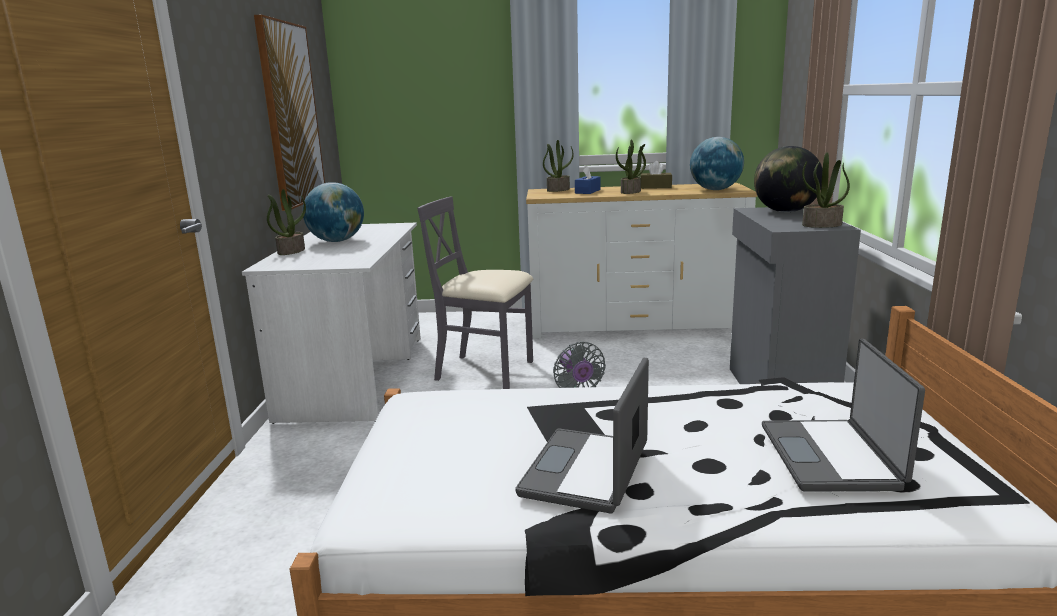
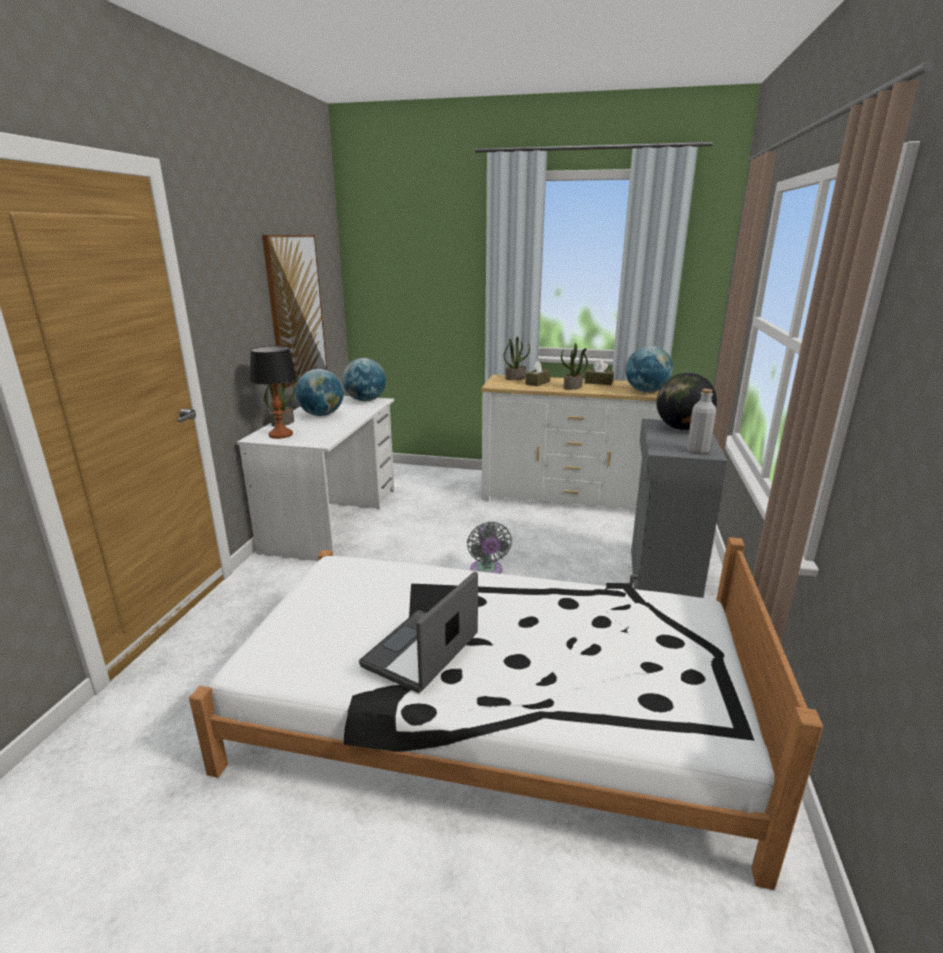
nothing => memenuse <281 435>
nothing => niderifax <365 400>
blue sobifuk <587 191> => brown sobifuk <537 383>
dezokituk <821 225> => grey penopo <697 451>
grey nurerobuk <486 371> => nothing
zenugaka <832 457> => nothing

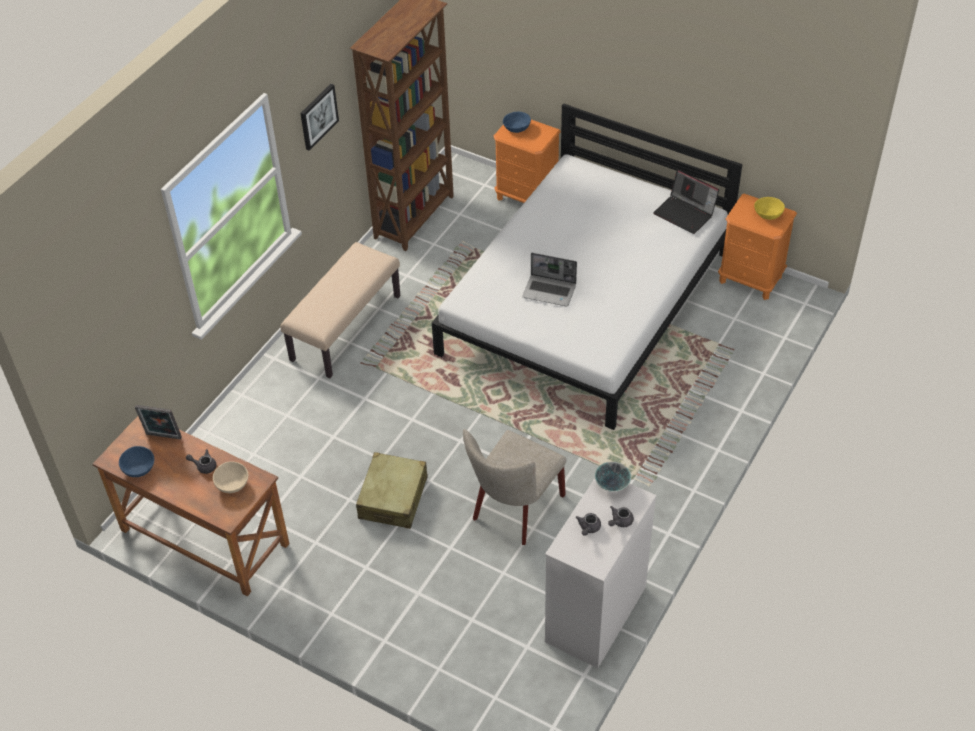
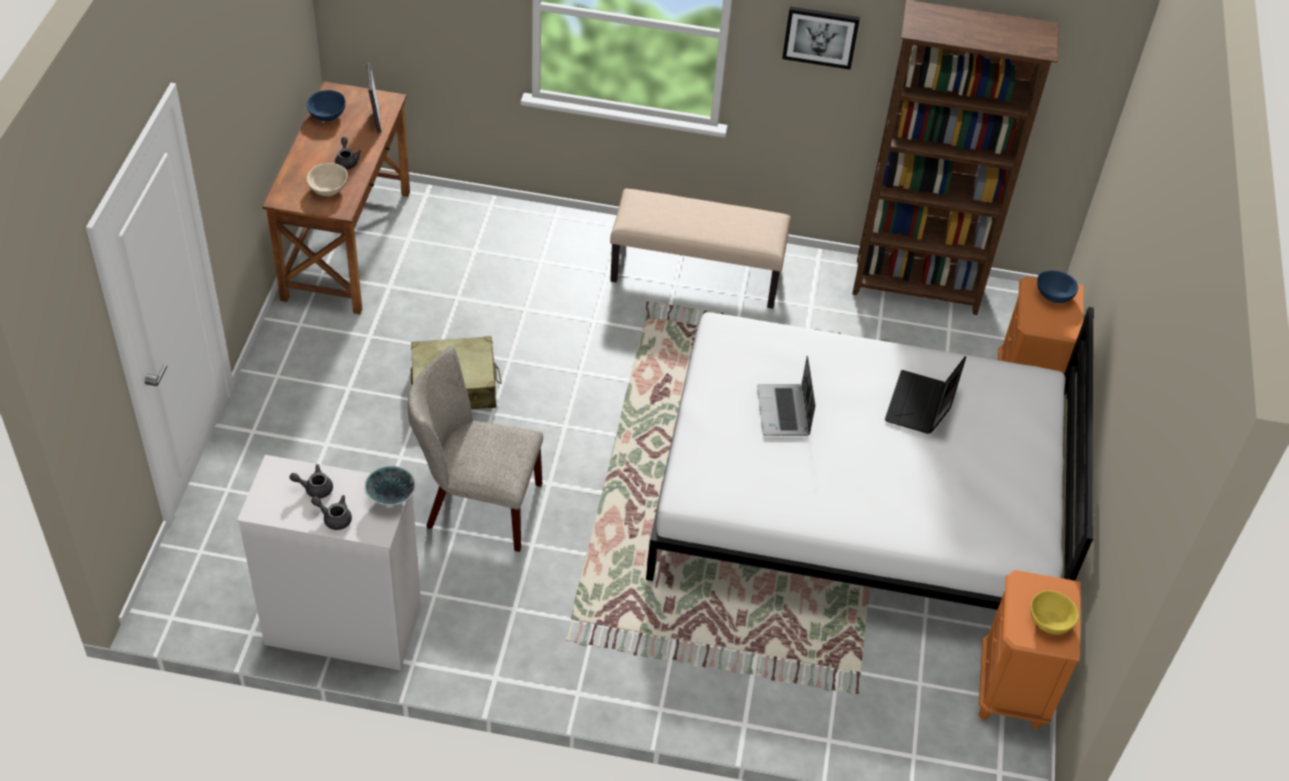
zenugaka <685 213> => zenugaka <921 406>, move

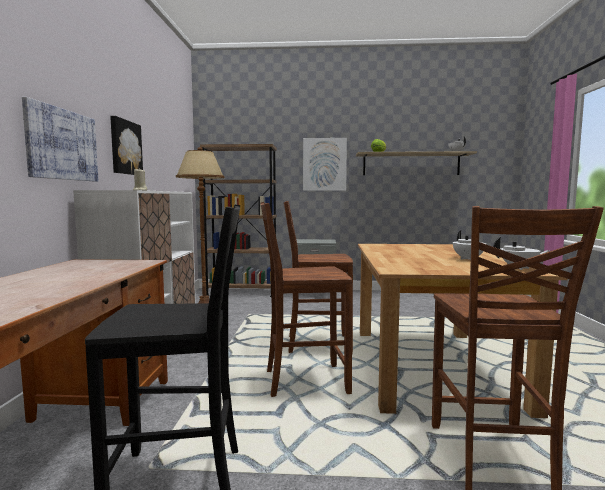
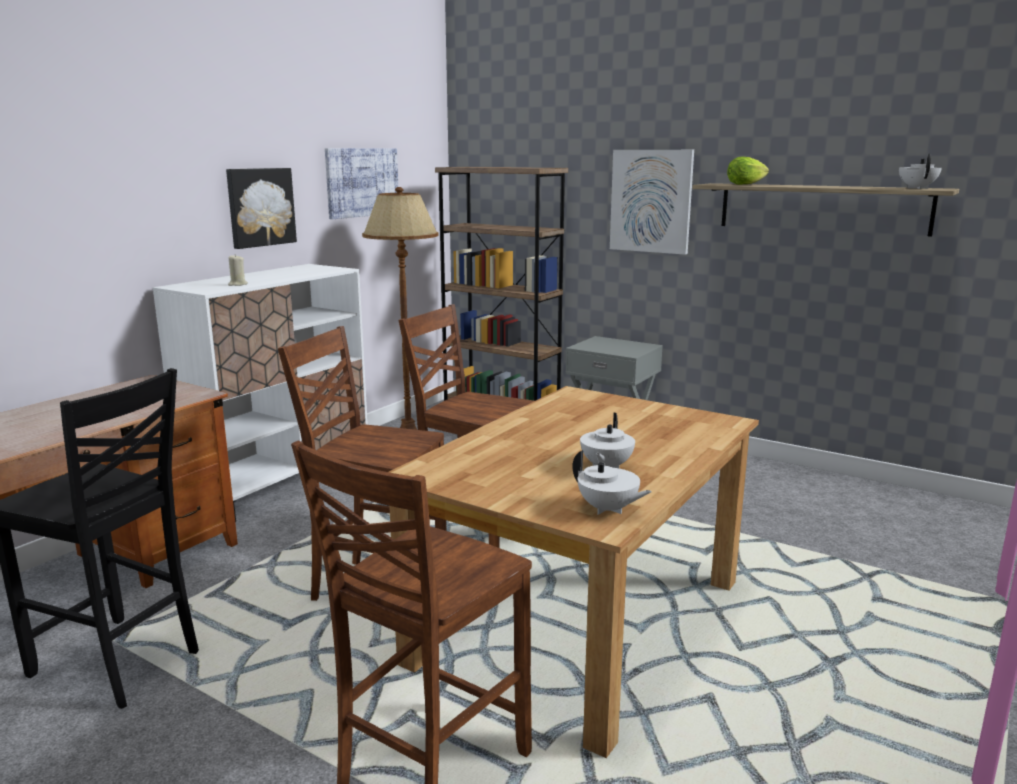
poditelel <62 144> => poditelel <362 182>, move

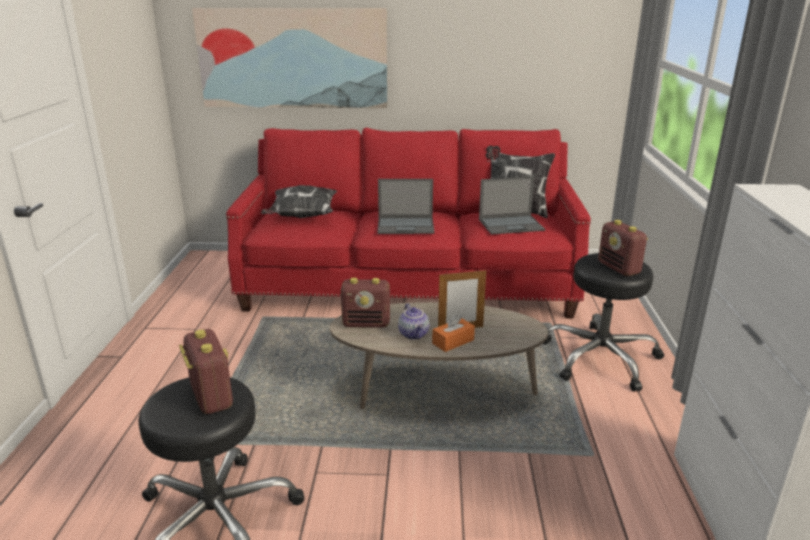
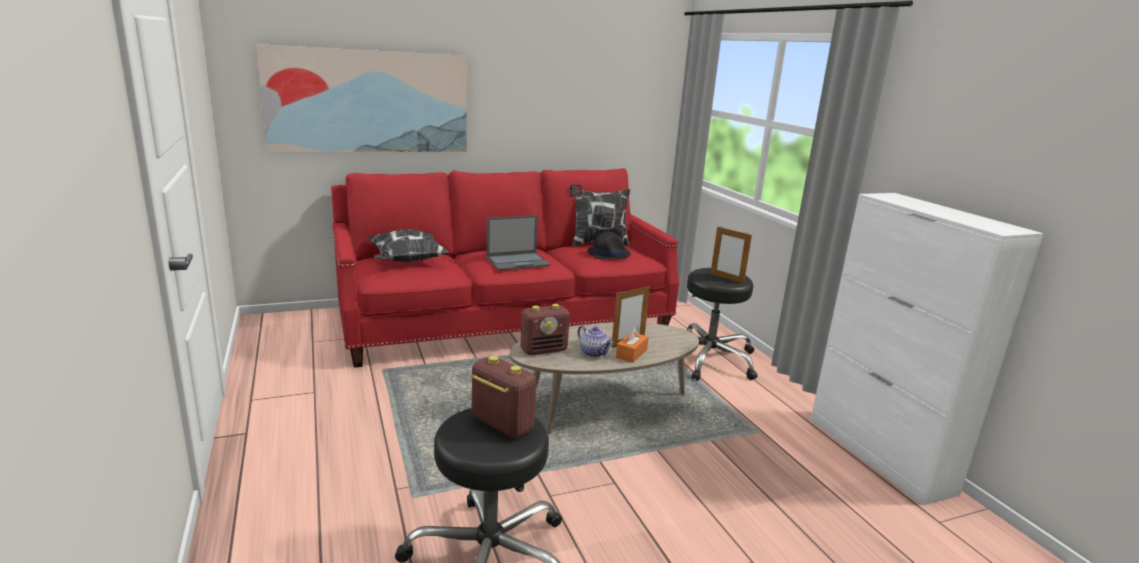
zenugaka <511 225> => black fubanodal <608 253>
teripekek <619 268> => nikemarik <727 278>

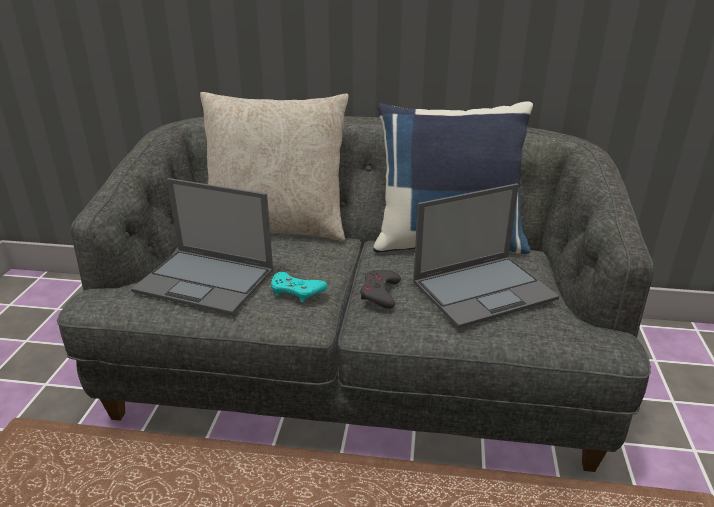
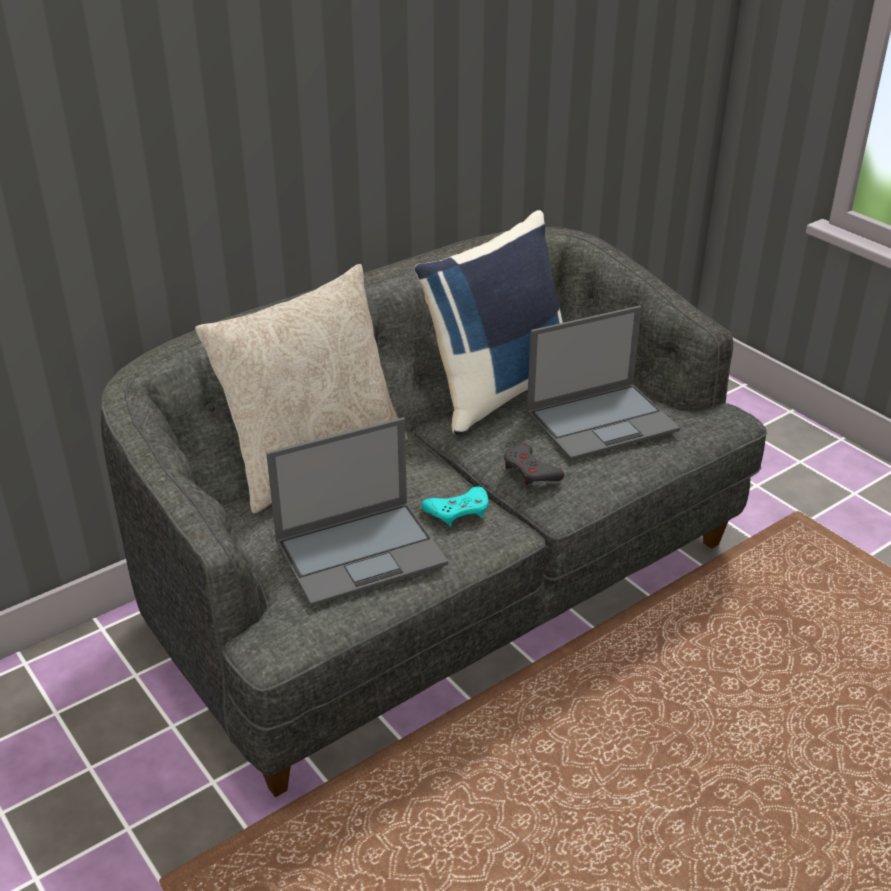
zenugaka <485 290> => zenugaka <603 421>, 45 degrees clockwise

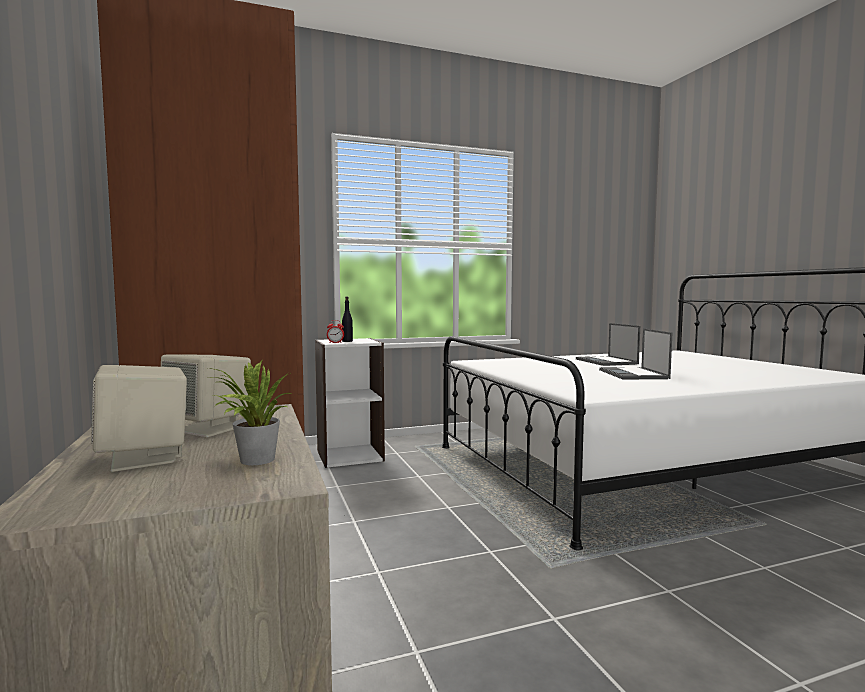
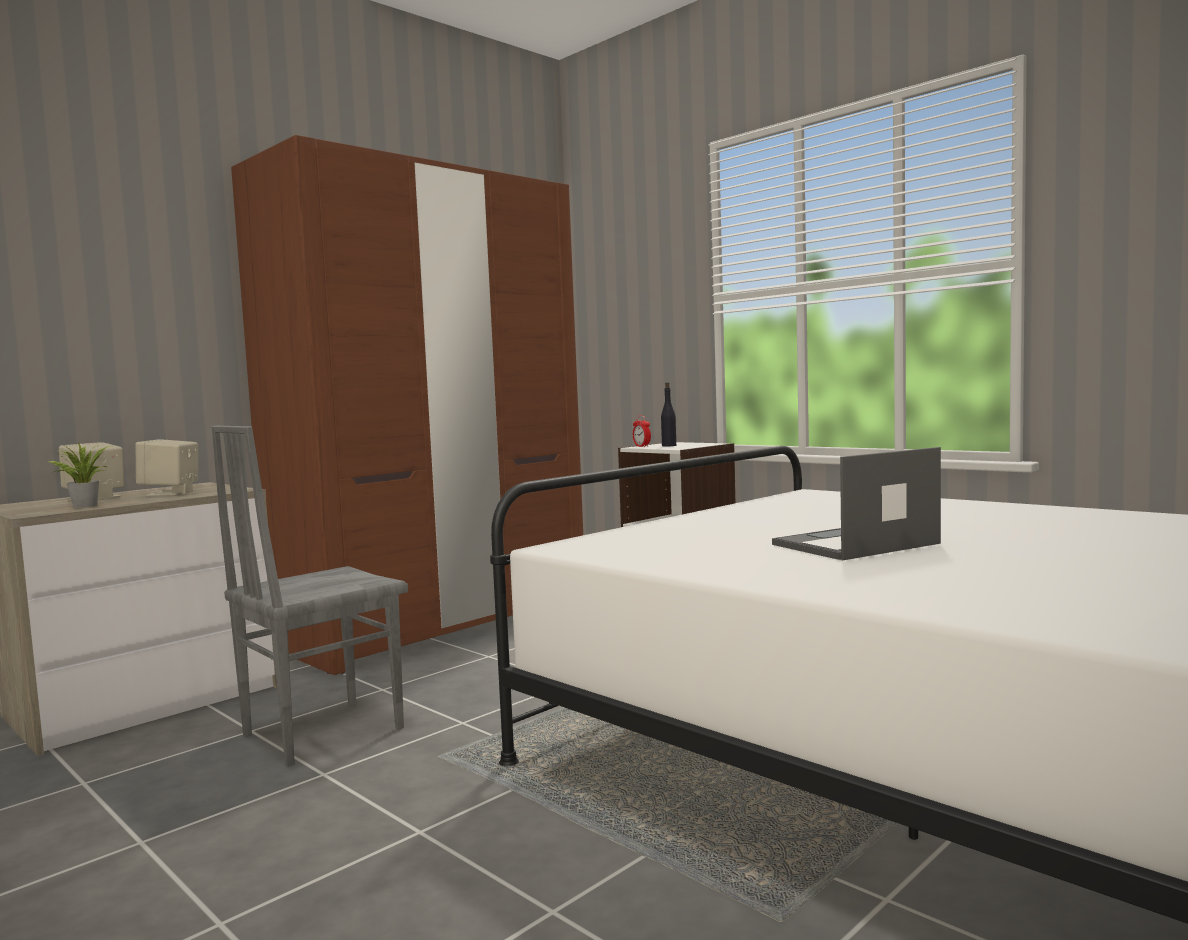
nothing => grey nurerobuk <321 731>
zenugaka <607 362> => nothing

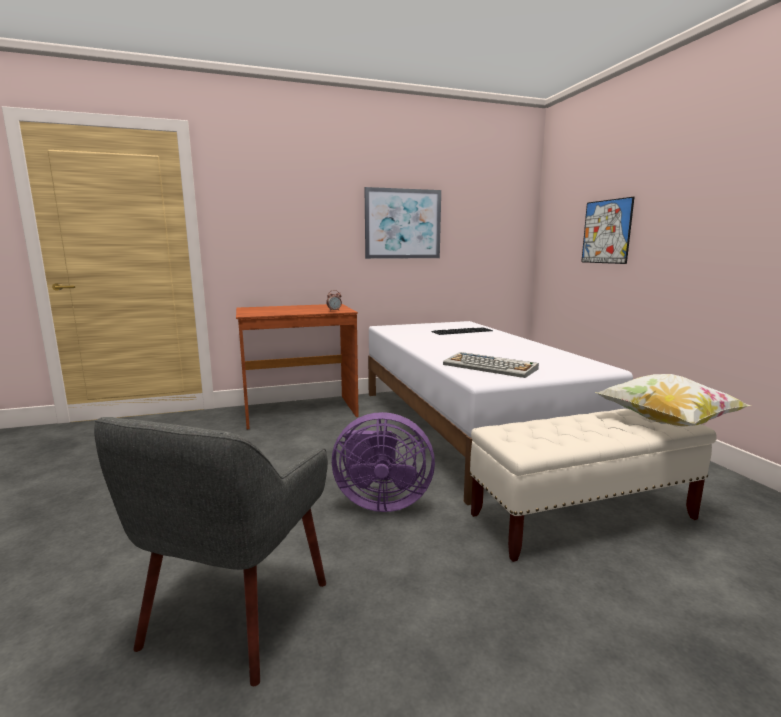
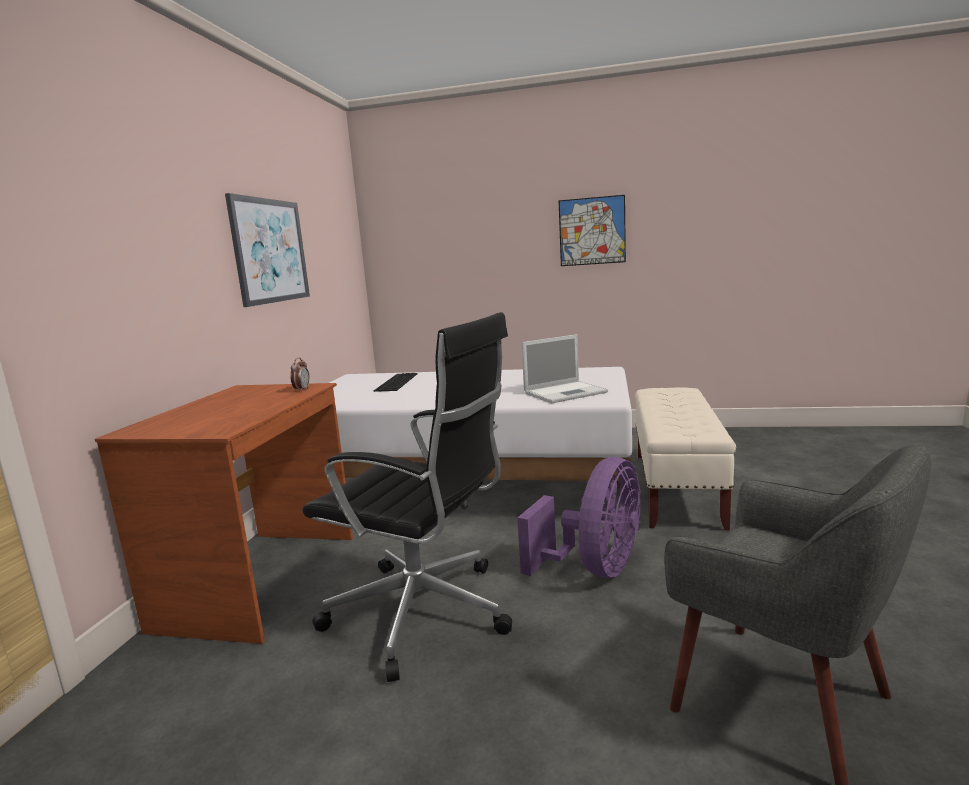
nothing => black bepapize <425 614>
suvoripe <490 367> => zenugaka <566 392>
poditelel <606 231> => poditelel <592 231>, move
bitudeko <665 422> => nothing

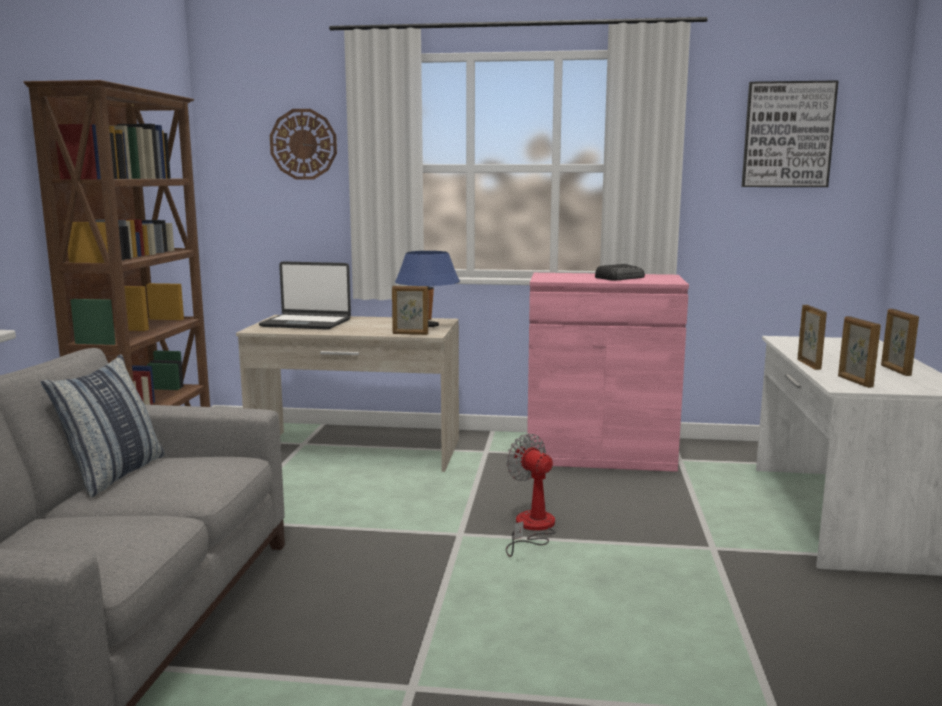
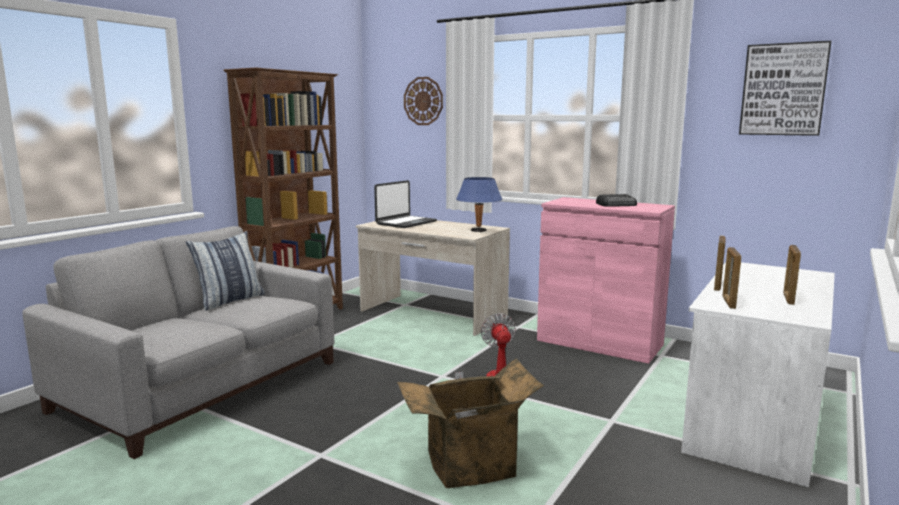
zenugaka <306 323> => zenugaka <405 223>, 90 degrees counterclockwise
nothing => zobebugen <470 466>
nikemarik <410 334> => nothing

